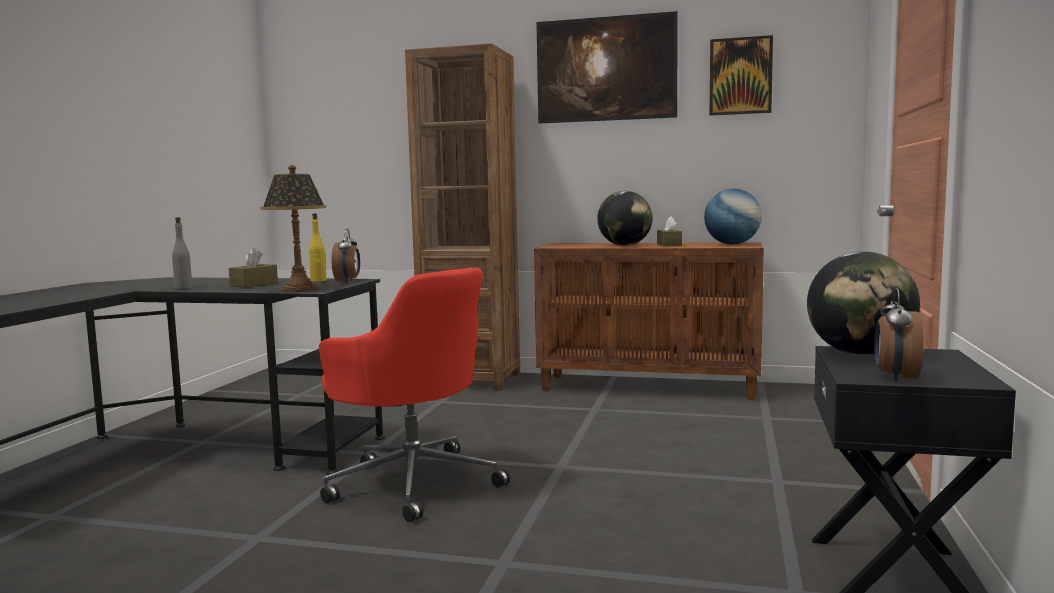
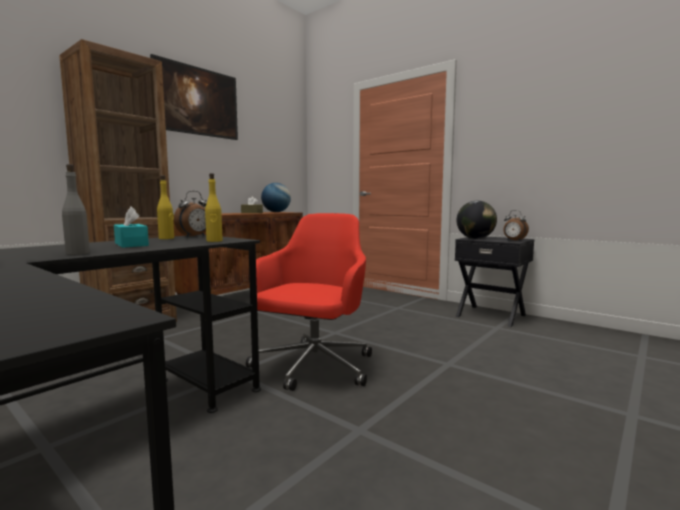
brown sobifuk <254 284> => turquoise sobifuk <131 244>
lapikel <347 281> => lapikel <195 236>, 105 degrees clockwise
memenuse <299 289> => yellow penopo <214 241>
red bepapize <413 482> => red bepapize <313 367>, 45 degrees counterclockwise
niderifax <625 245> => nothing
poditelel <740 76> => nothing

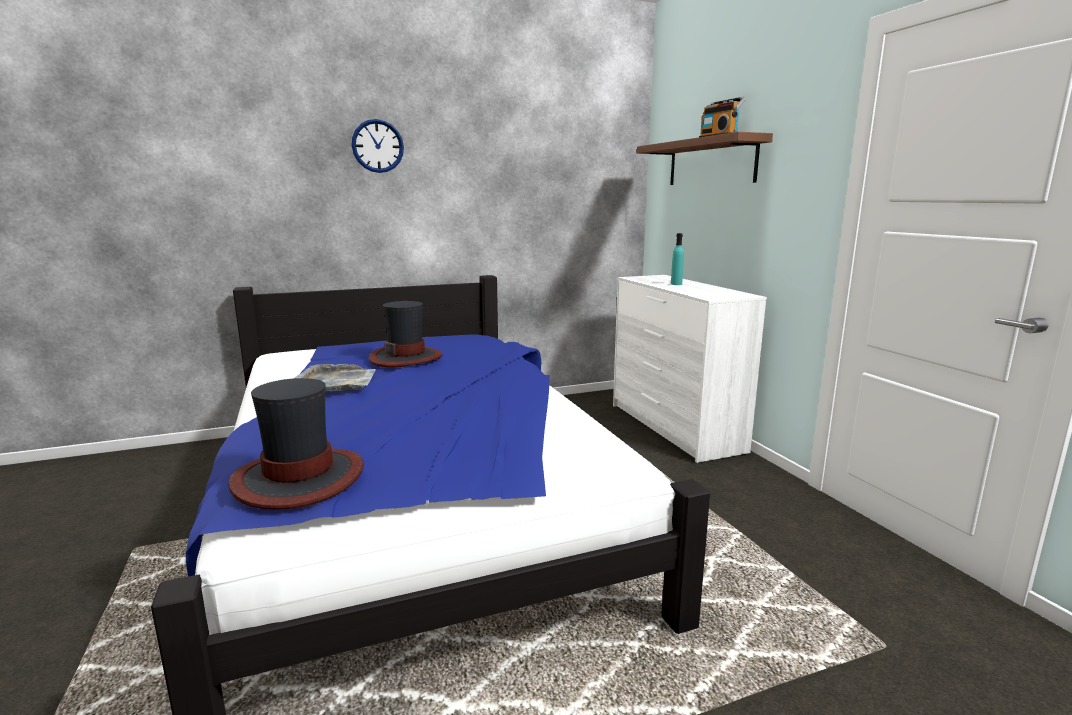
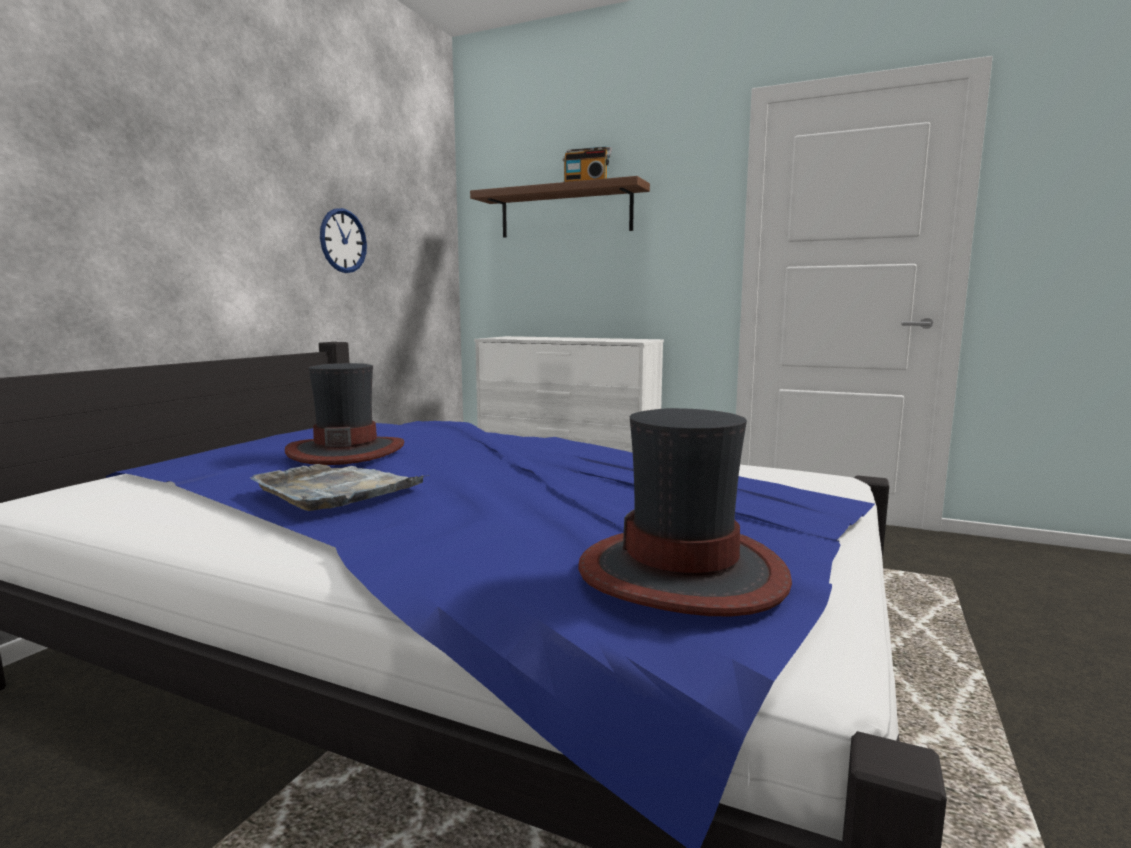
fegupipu <377 146> => fegupipu <343 241>, move
turquoise penopo <676 284> => nothing

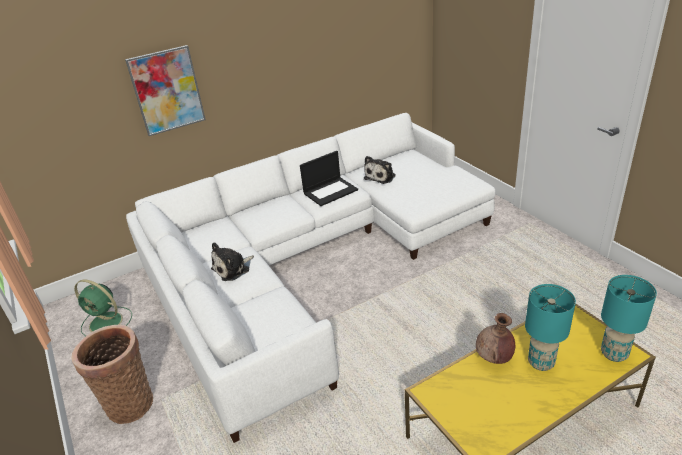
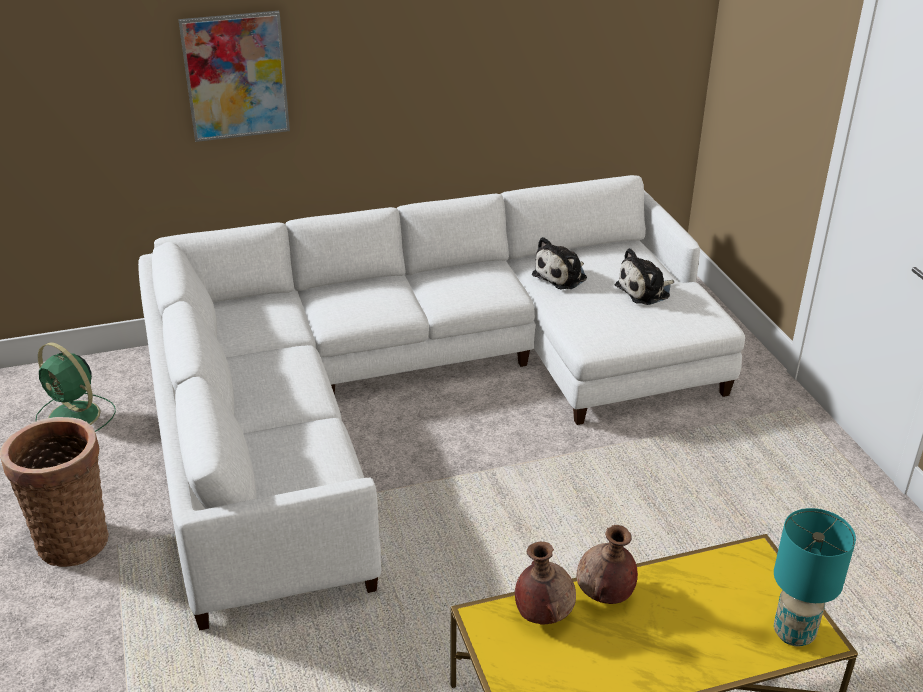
nothing => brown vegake <543 614>
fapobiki <233 268> => fapobiki <645 291>, move
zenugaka <330 191> => nothing
turquoise memenuse <541 363> => nothing

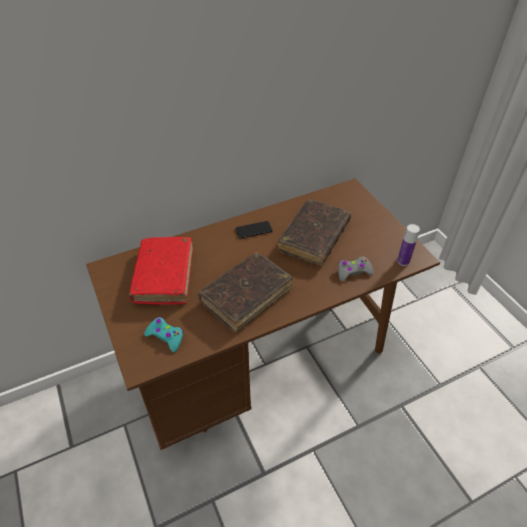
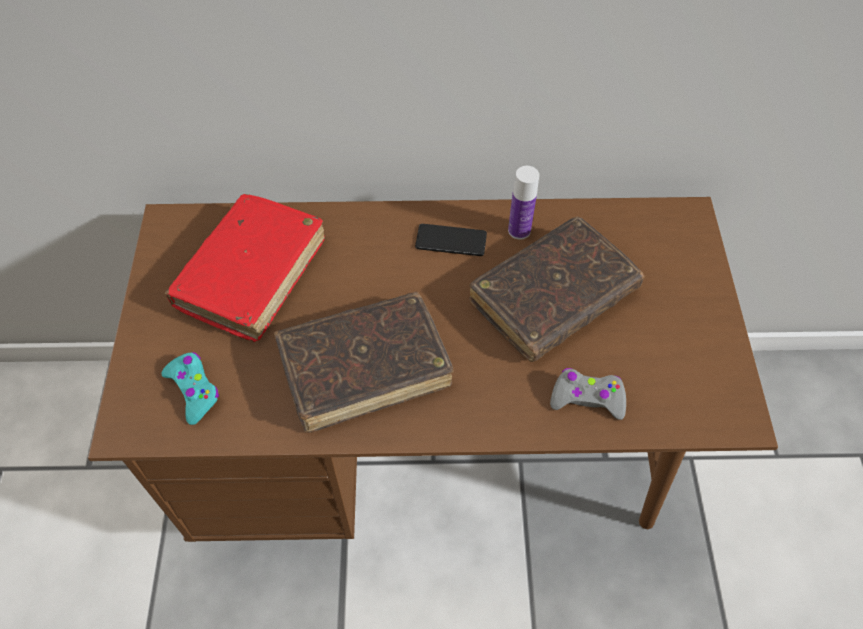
penopo <403 261> => penopo <519 230>, move

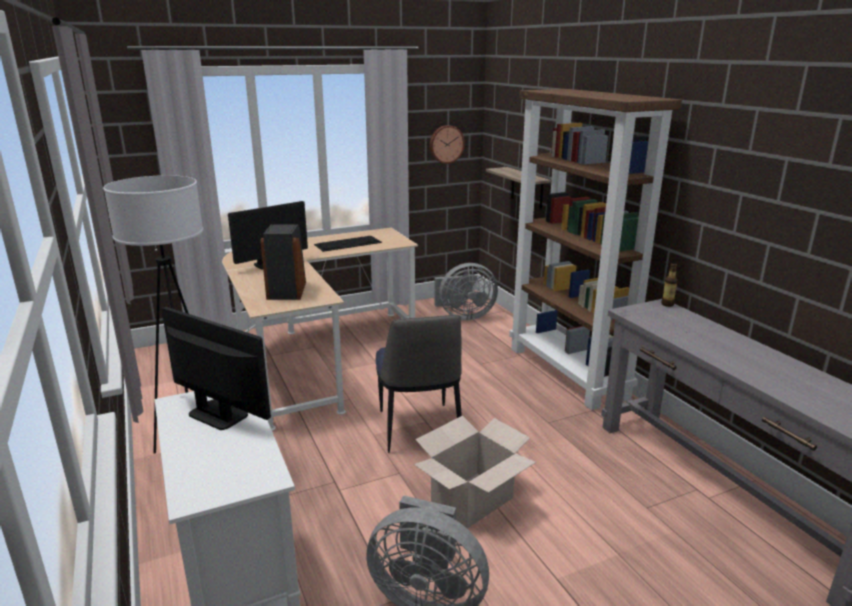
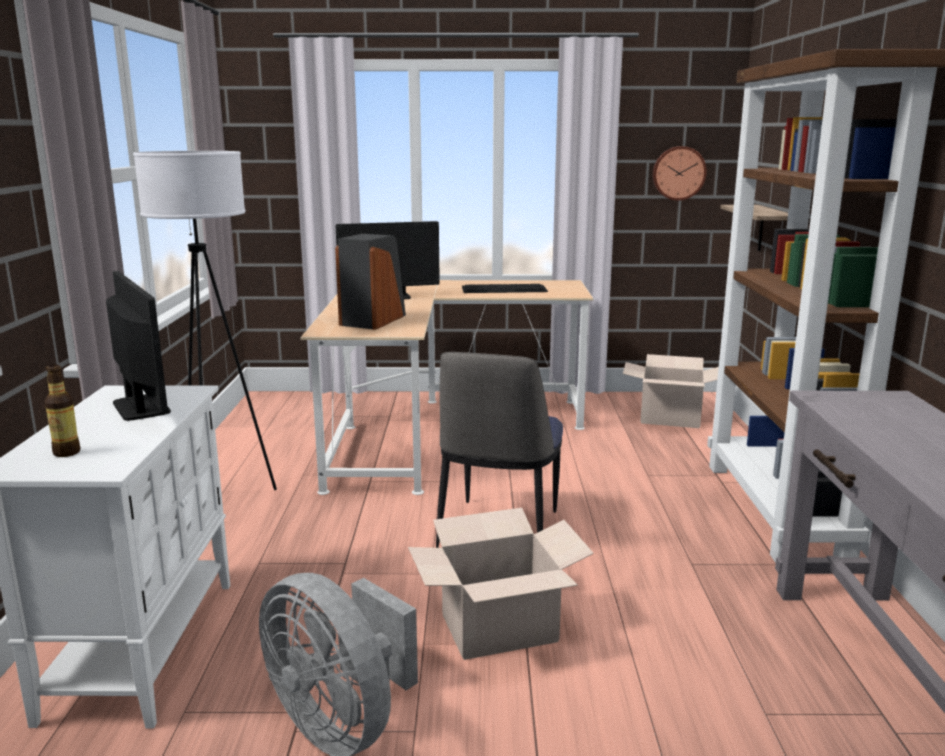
penopo <667 304> => penopo <67 452>, move
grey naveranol <463 316> => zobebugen <670 418>

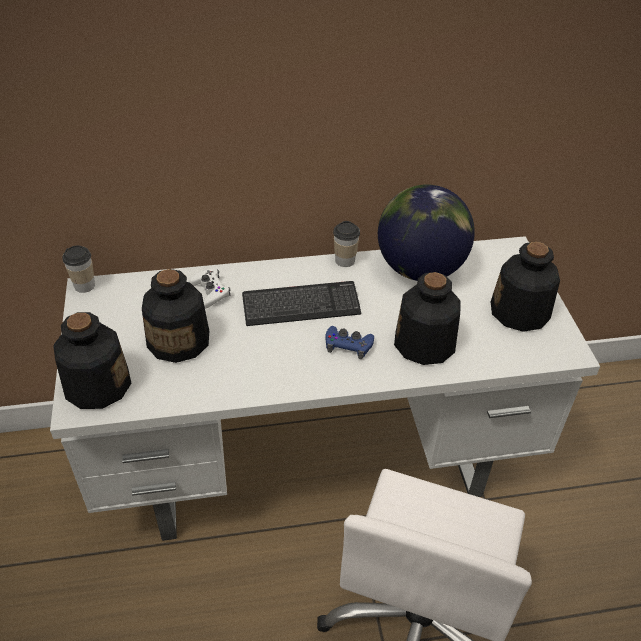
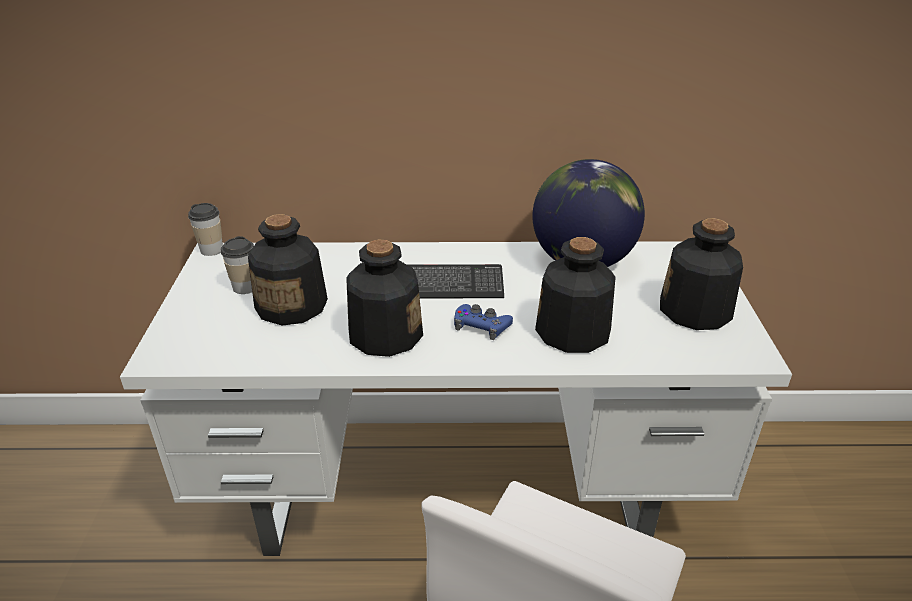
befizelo <345 260> => befizelo <245 287>, move
penopo <97 385> => penopo <384 334>, move
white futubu <210 292> => nothing

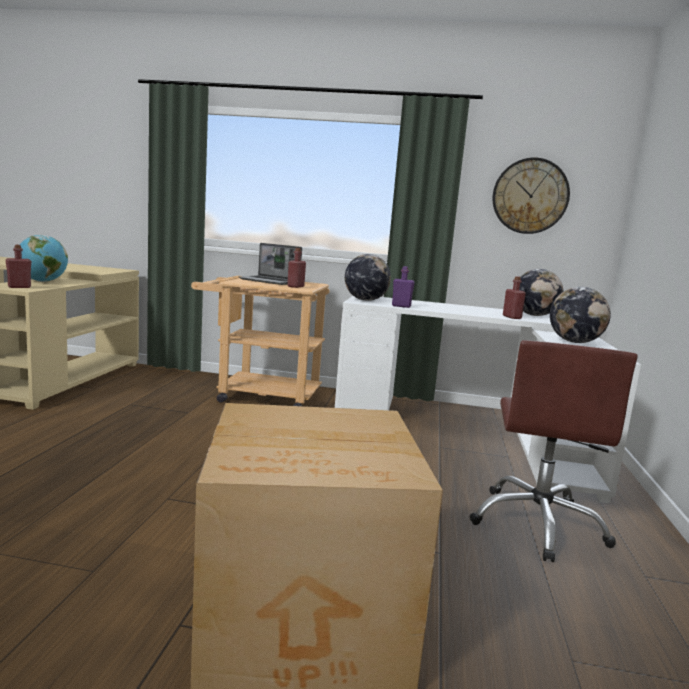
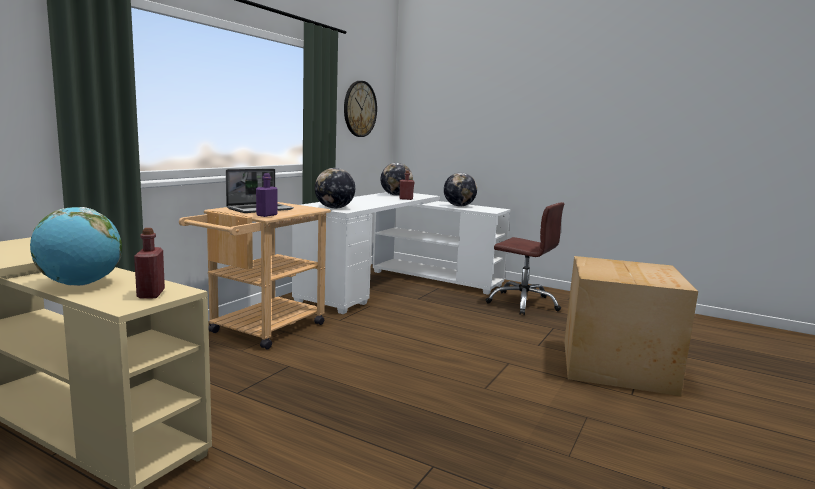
purple penopo <401 306> => purple penopo <266 215>, move
red penopo <295 286> => nothing

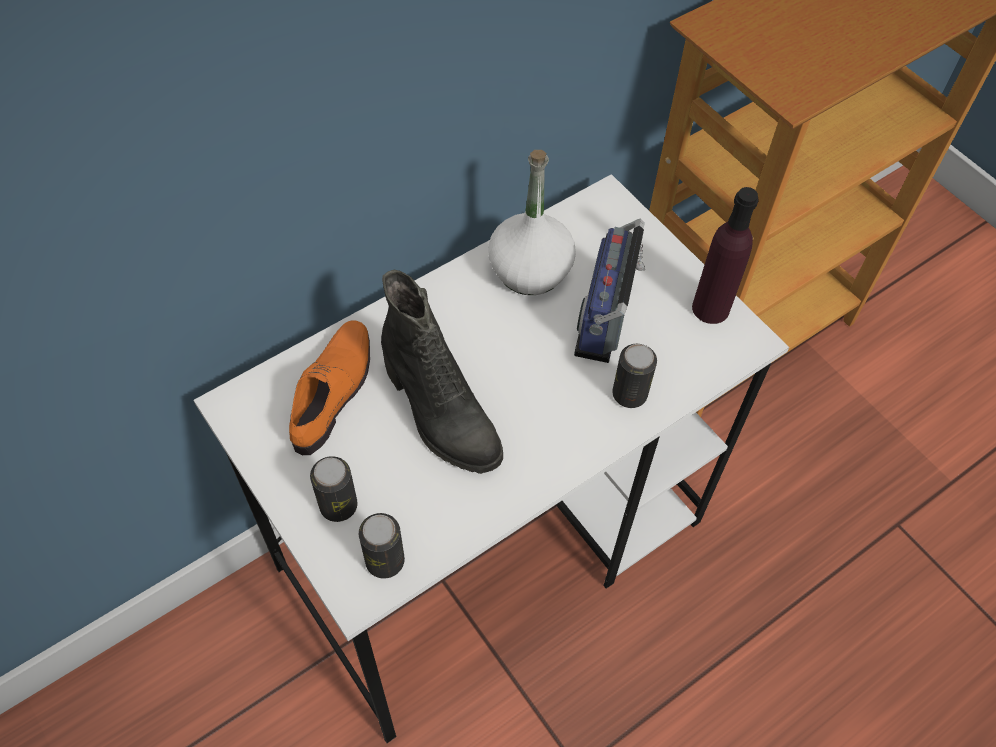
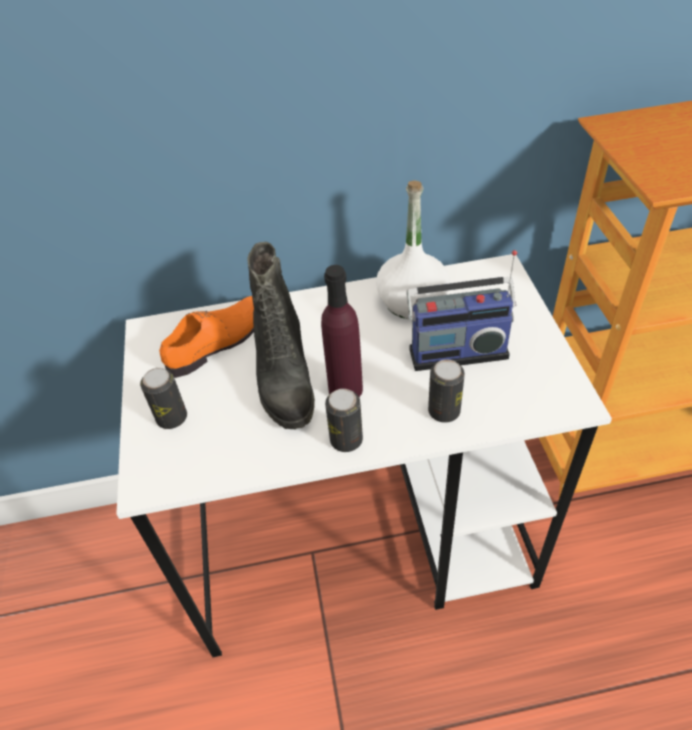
purple penopo <710 308> => purple penopo <345 389>, move
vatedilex <385 561> => vatedilex <346 440>, move
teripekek <607 317> => teripekek <456 350>, 135 degrees counterclockwise

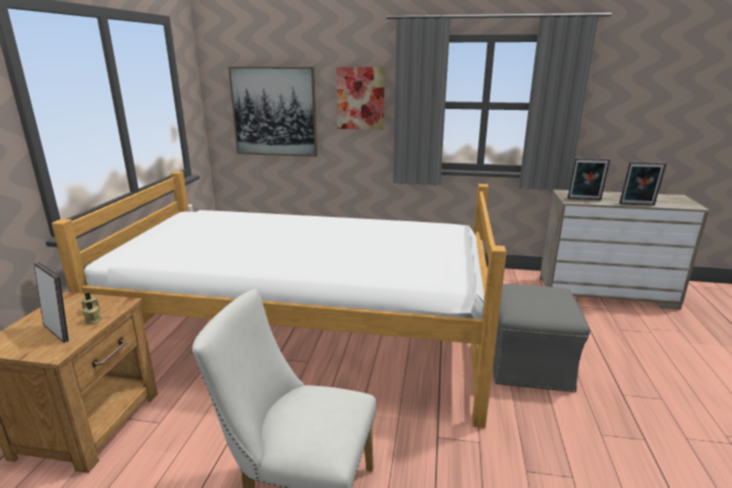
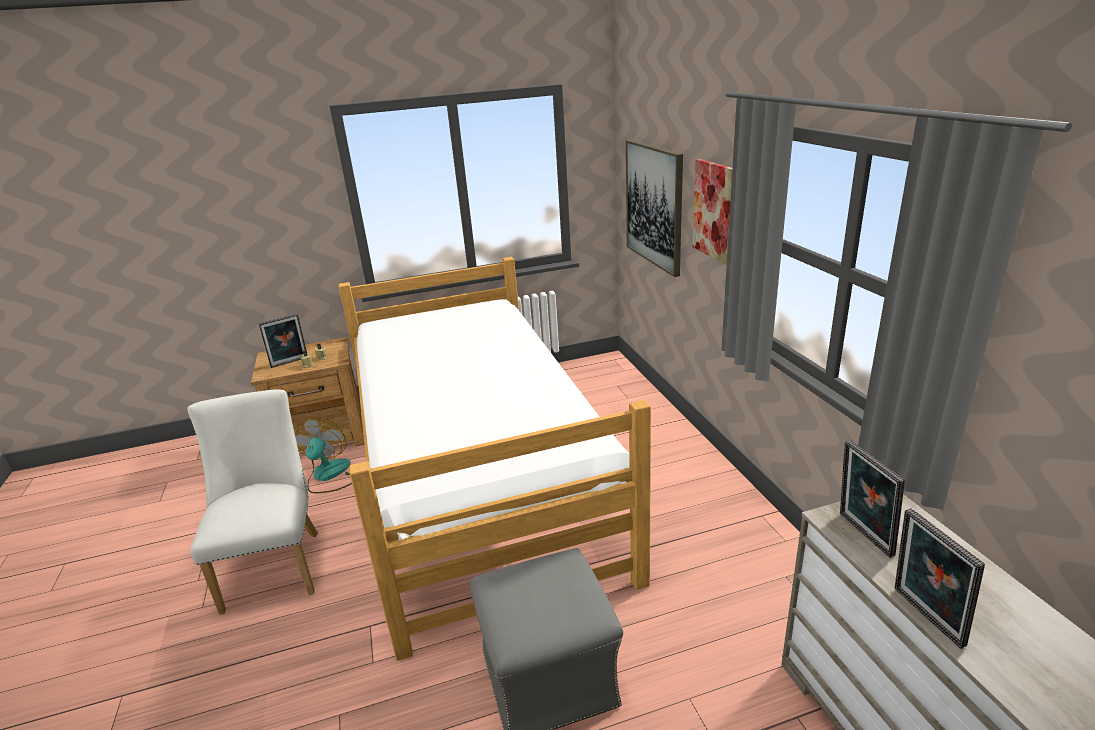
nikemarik <59 331> => nikemarik <290 363>, 45 degrees clockwise
nothing => naveranol <328 476>

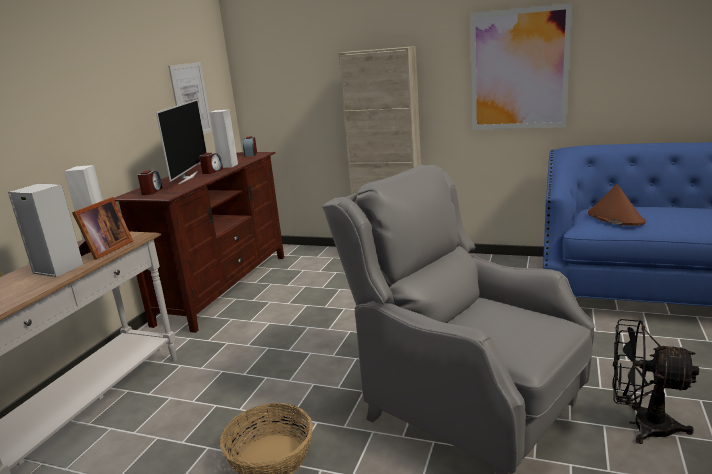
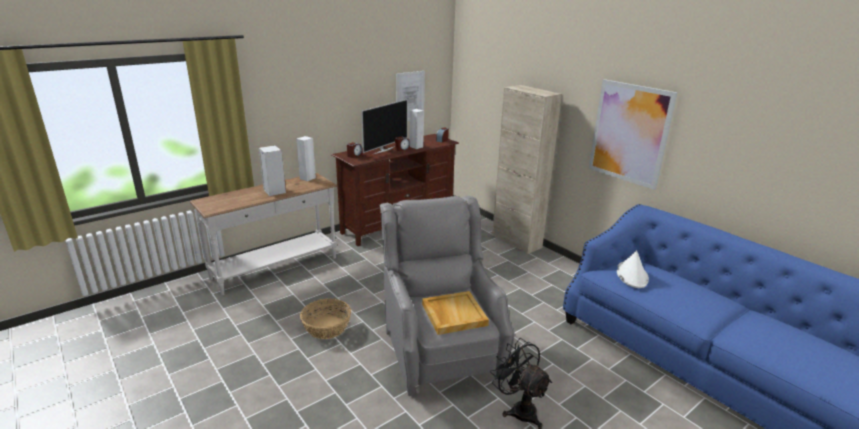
nothing => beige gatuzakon <453 314>
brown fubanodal <615 217> => white fubanodal <631 275>
nikemarik <104 251> => nothing

